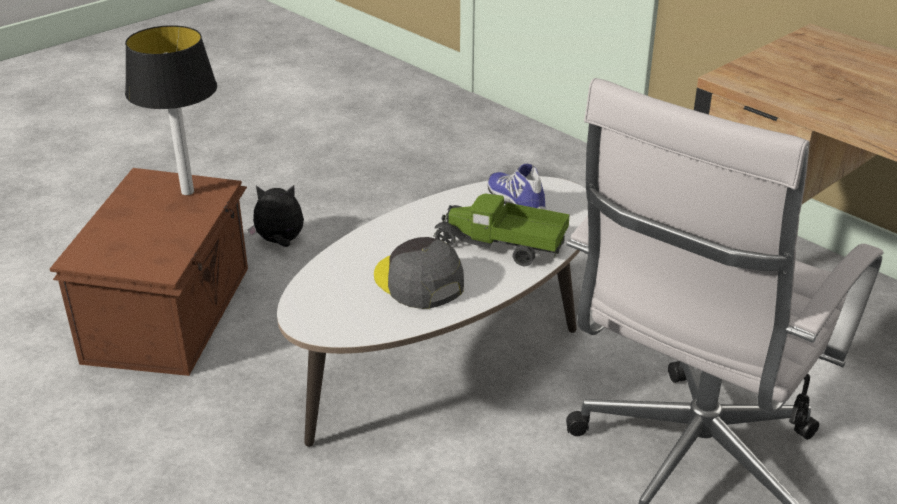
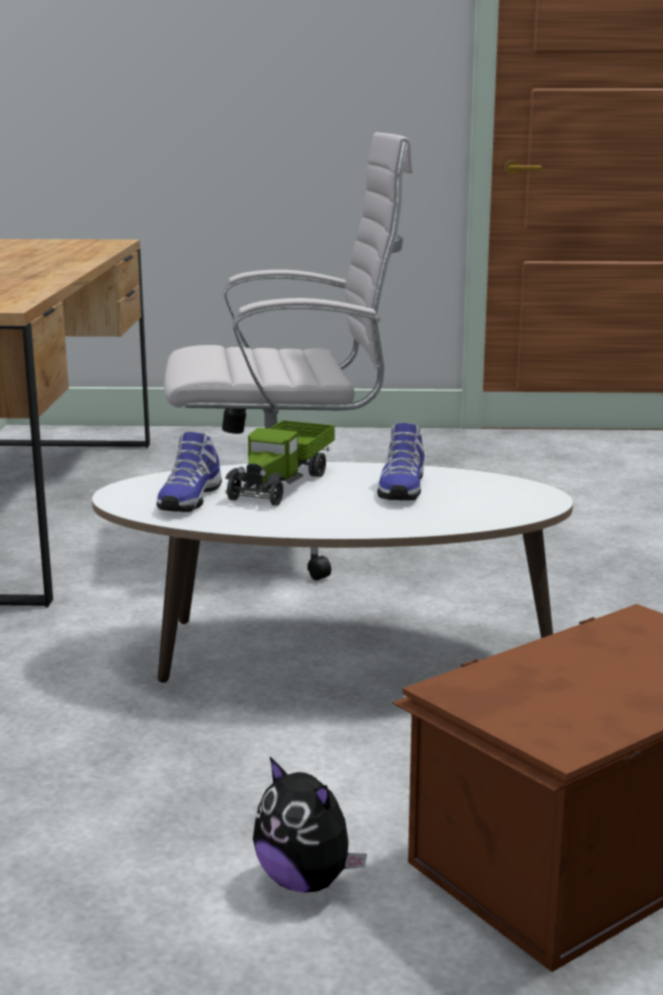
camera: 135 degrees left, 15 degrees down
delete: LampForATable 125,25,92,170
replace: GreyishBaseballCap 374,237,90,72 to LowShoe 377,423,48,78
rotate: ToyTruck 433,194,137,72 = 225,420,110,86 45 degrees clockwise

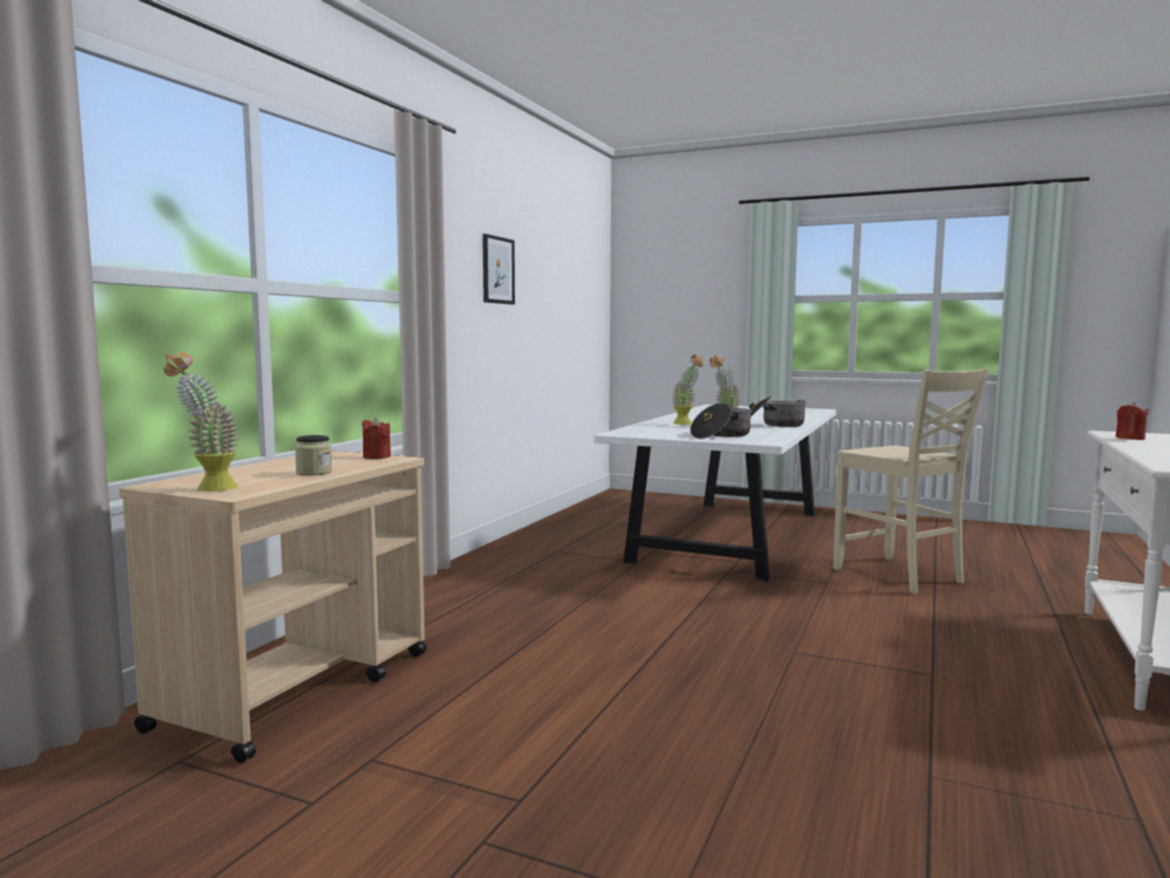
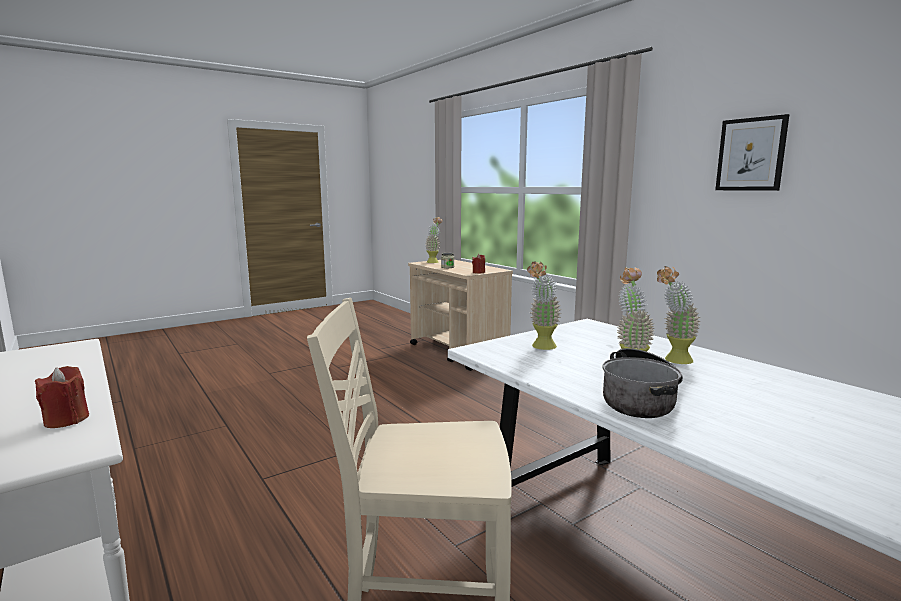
camera: 120 degrees right, 5 degrees up
replace: Saucepot 690,403,62,36 to PottedPlant 527,261,35,89

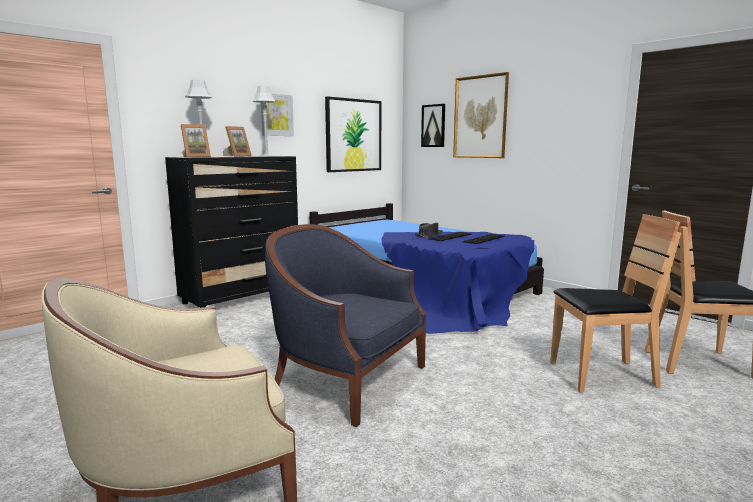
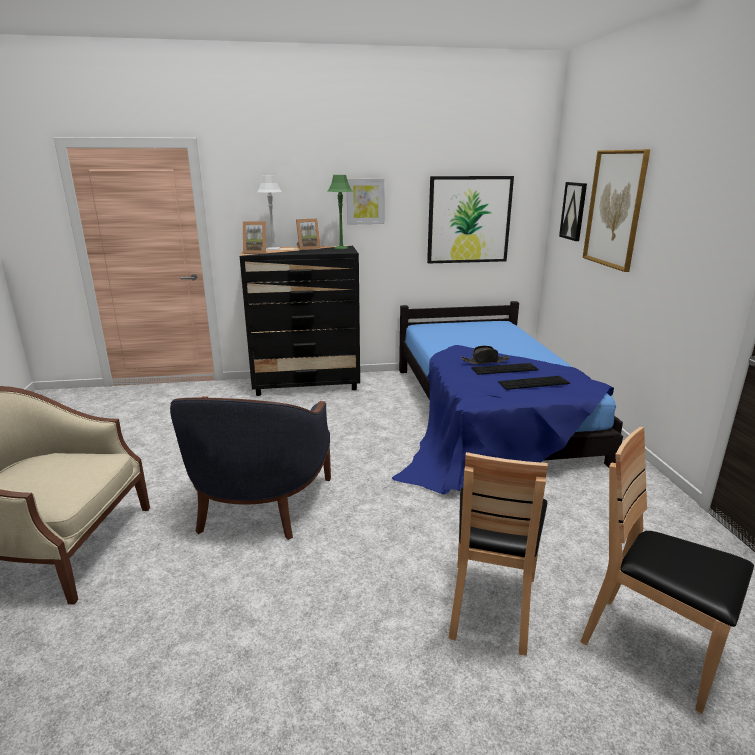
camera: 35 degrees right, 10 degrees up
recolor: GreyishLampForATable 252,86,24,70 to GreenLampForATable 328,175,24,74
rotate: BlueColouredArmchair 265,224,161,203 = 170,396,161,144 150 degrees counterclockwise; BrownishUprightChair 550,214,131,179 = 448,452,100,204 75 degrees clockwise

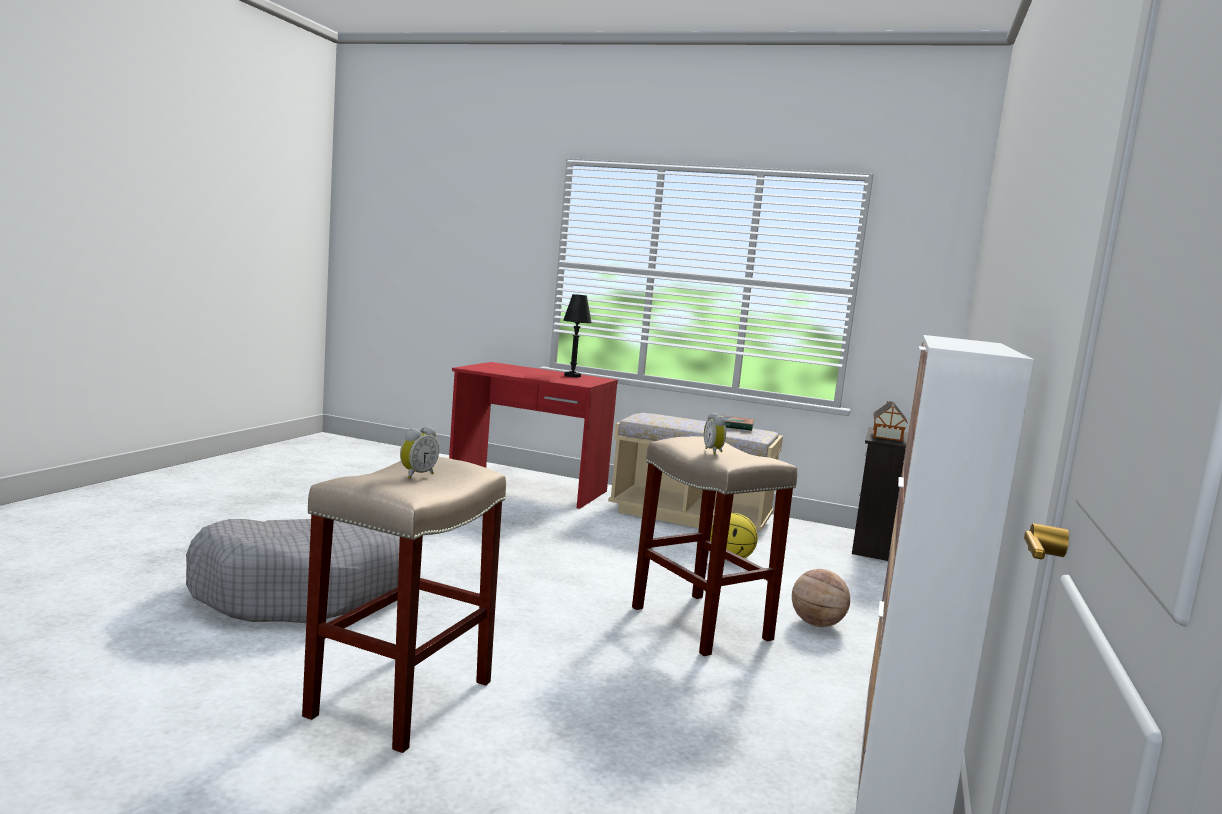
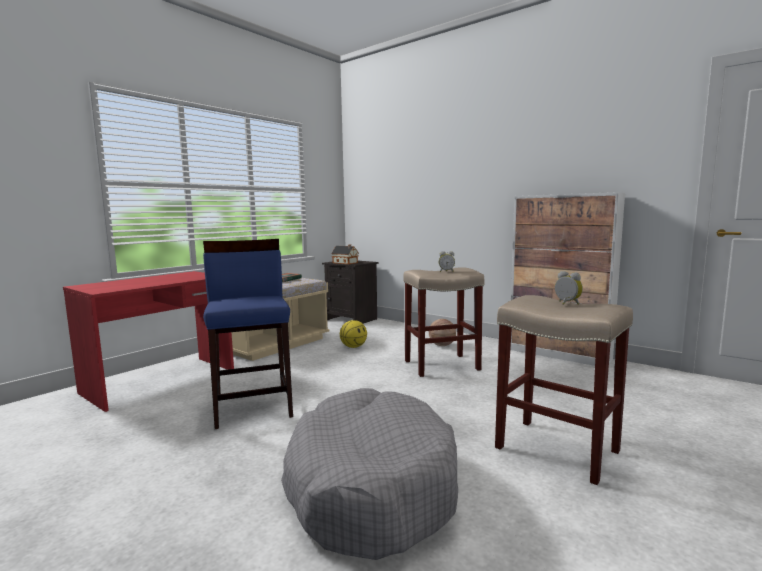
camera: 70 degrees left, 0 degrees up
delete: BlackishLampForATable 563,294,29,83
insert: BlueColouredStoolSeat 203,239,90,190

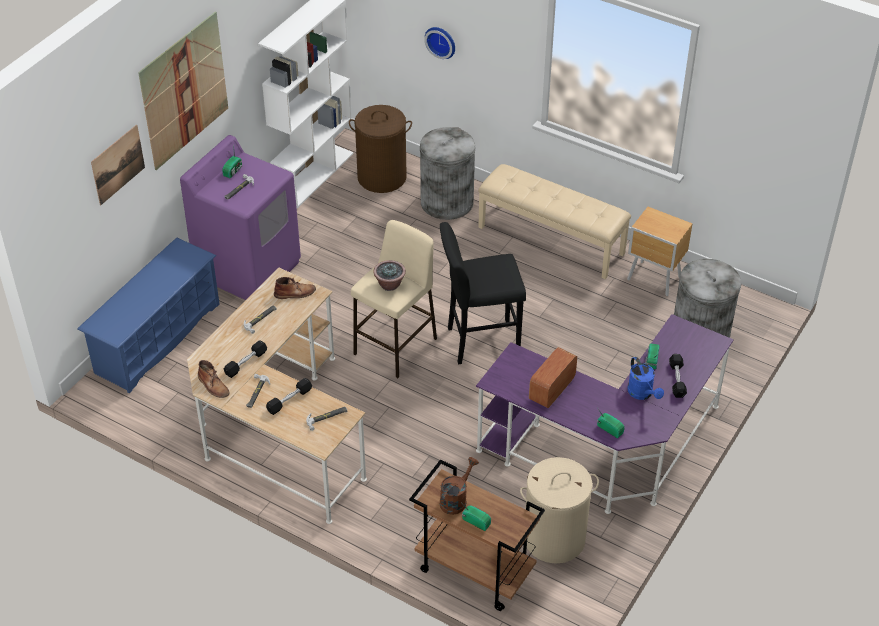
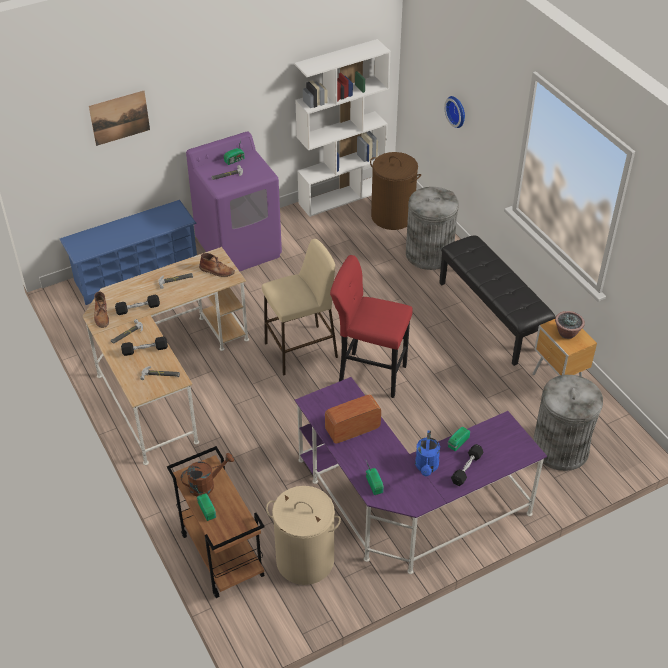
camera: 30 degrees right, 0 degrees up
delete: Picture 138,11,90,159
move: PottedPlant 374,260,32,31 to 555,311,30,28
recolor: BlackishStoolSeat 440,222,86,143 to RedColouredStoolSeat 330,255,83,143; BeigeColouredLongSeat 478,164,153,115 to BlackishLongSeat 439,235,117,131

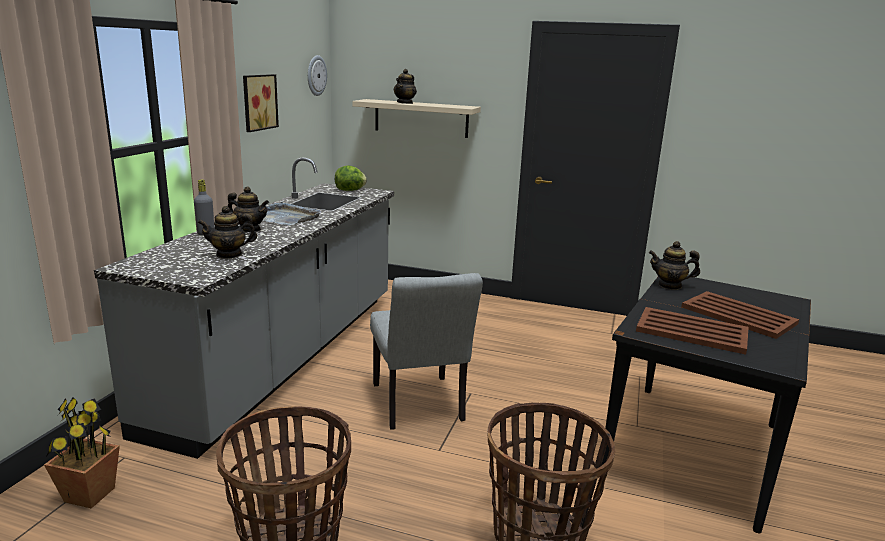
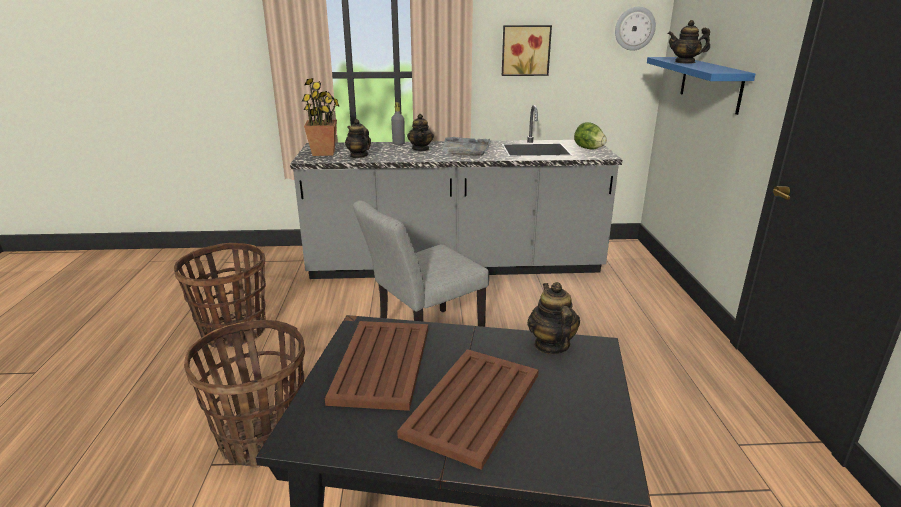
camera: 70 degrees right, 5 degrees up
move: PottedPlant 44,397,76,112 to 302,78,38,78
recolor: BeigeColouredBracketShelf 352,99,129,39 to BlueColouredBracketShelf 647,57,109,58

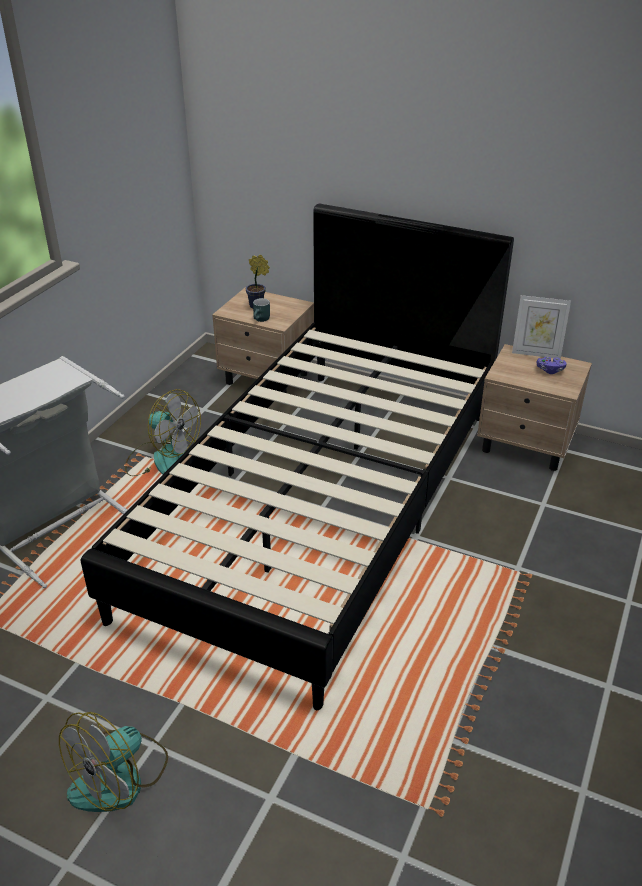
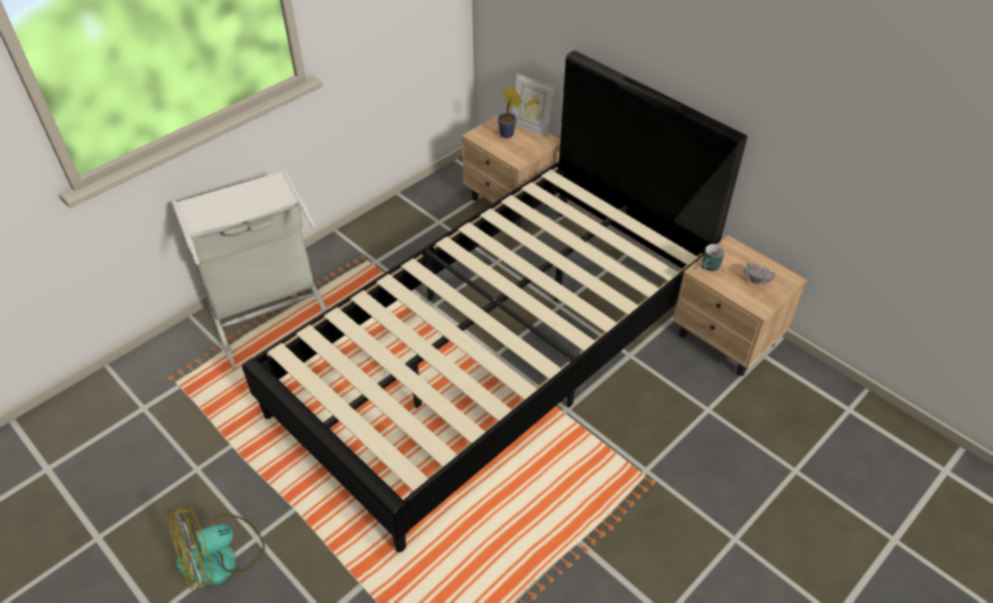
camera: 20 degrees right, 10 degrees up
delete: ElectricFan 125,389,76,87
move: TurquoiseCoffeeMug 253,298,17,24 to 702,244,23,27; PhotoFrame 512,295,59,64 to 513,74,42,64
recolor: PurpleColouredGameController 537,357,30,17 to GreyishGameController 744,263,31,21

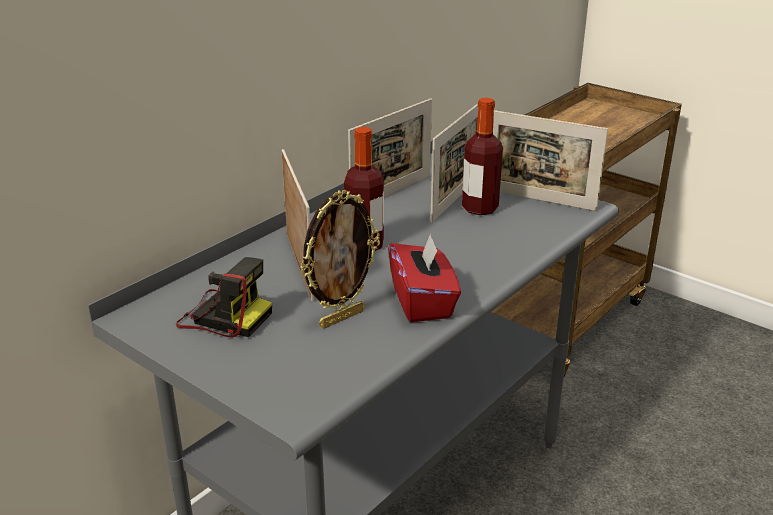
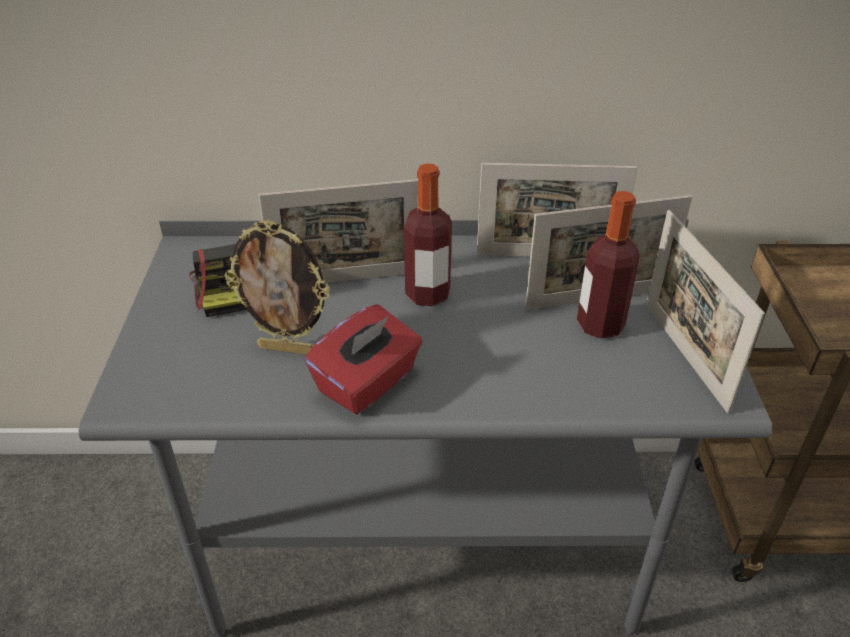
camera: 50 degrees right, 10 degrees up
rotate: PhotoFrame 282,149,32,152 = 259,179,159,104 45 degrees clockwise

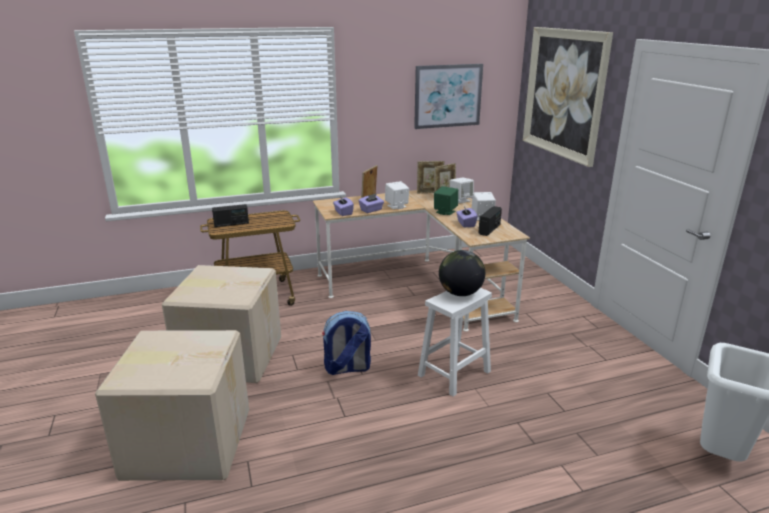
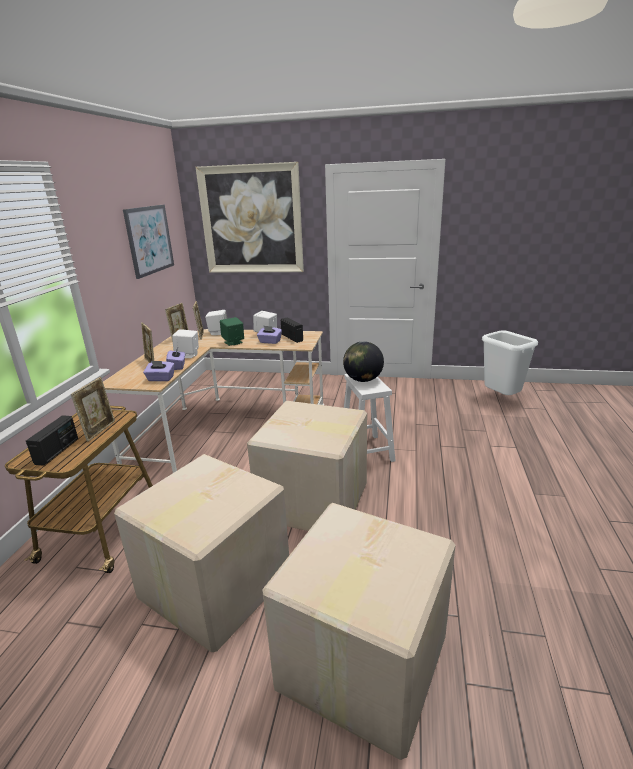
camera: 60 degrees left, 0 degrees up
insert: PhotoFrame 71,377,44,65
replace: Knapsack 322,311,49,64 to PackingBox 247,401,120,130

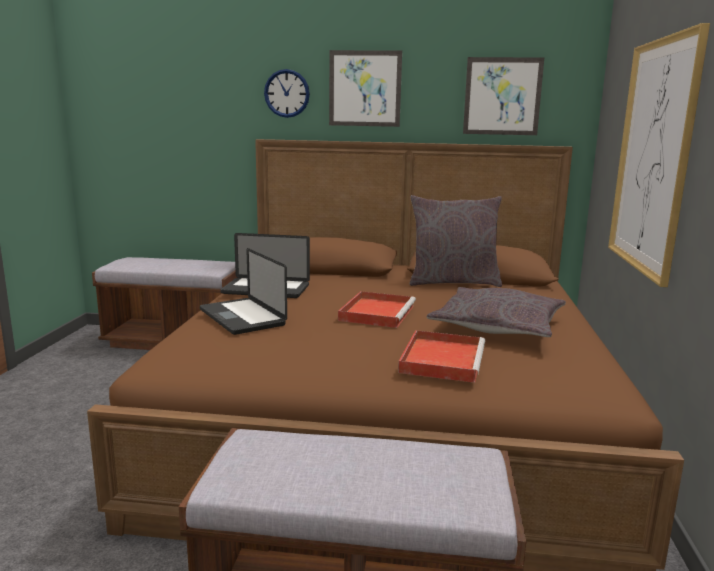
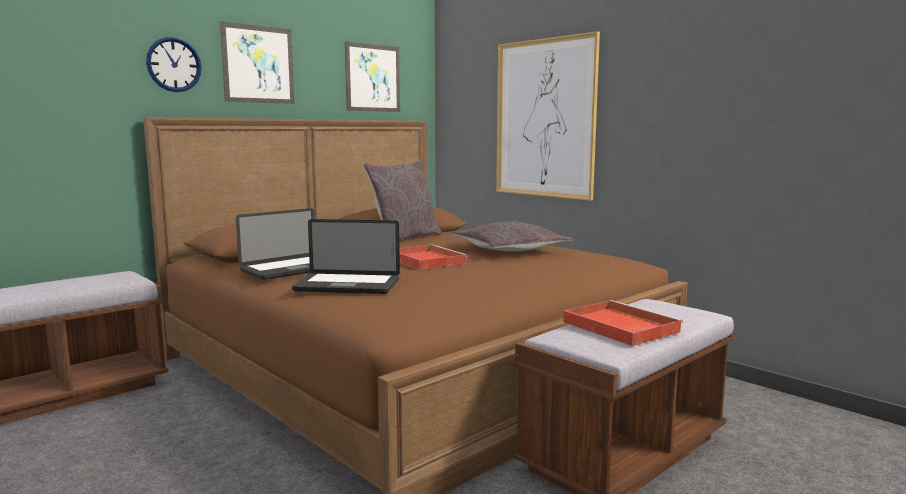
camera: 50 degrees left, 5 degrees down
move: RedColouredServingTray 398,330,87,53 to 563,300,120,46

